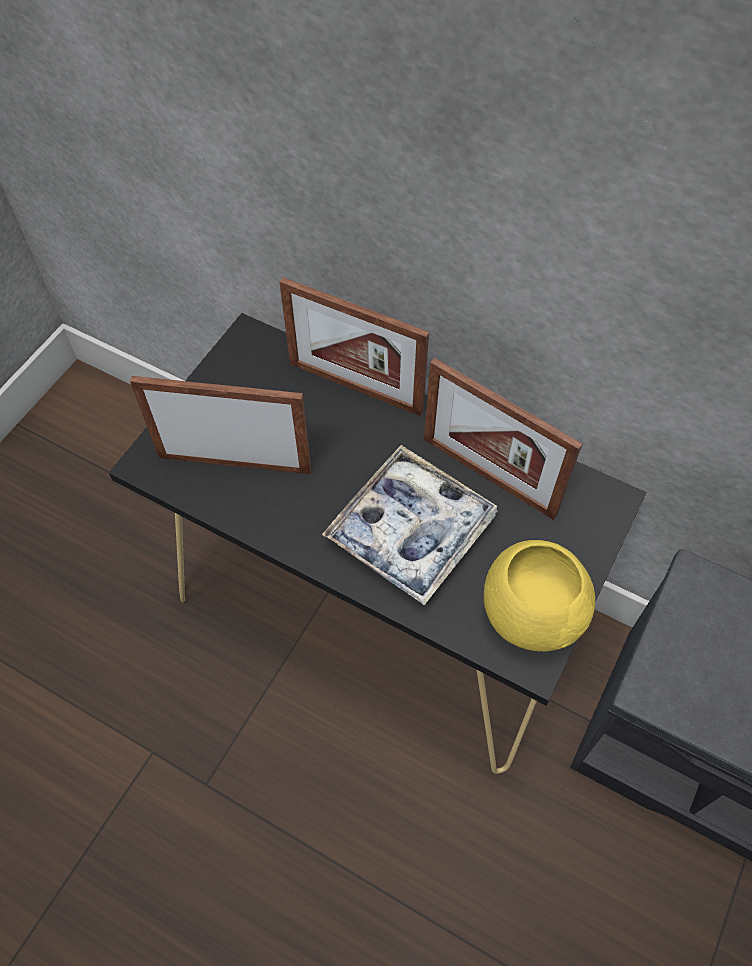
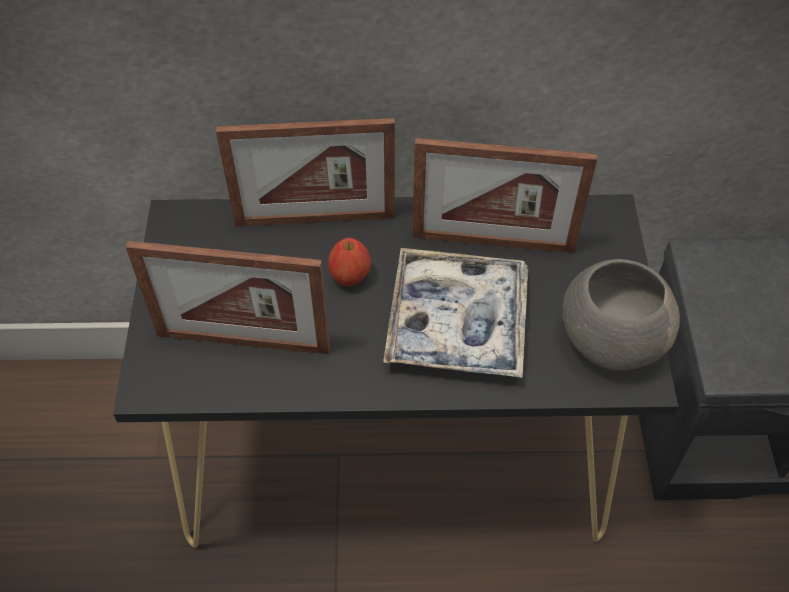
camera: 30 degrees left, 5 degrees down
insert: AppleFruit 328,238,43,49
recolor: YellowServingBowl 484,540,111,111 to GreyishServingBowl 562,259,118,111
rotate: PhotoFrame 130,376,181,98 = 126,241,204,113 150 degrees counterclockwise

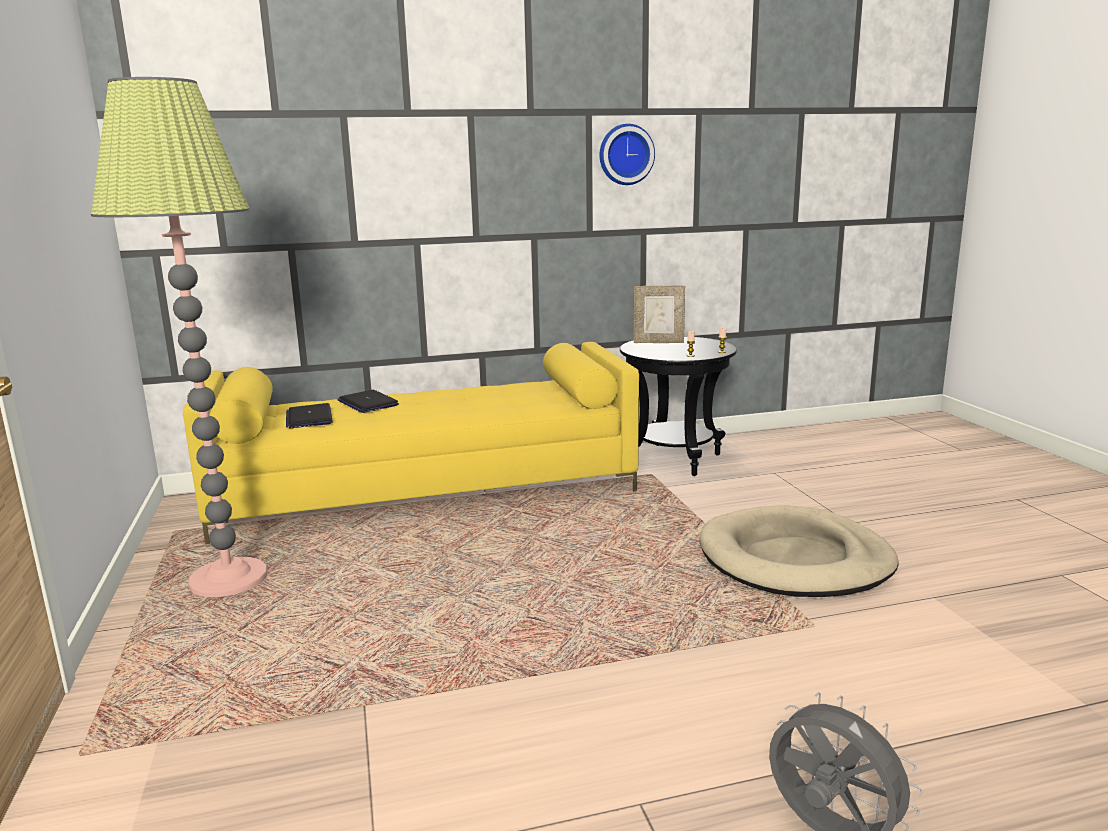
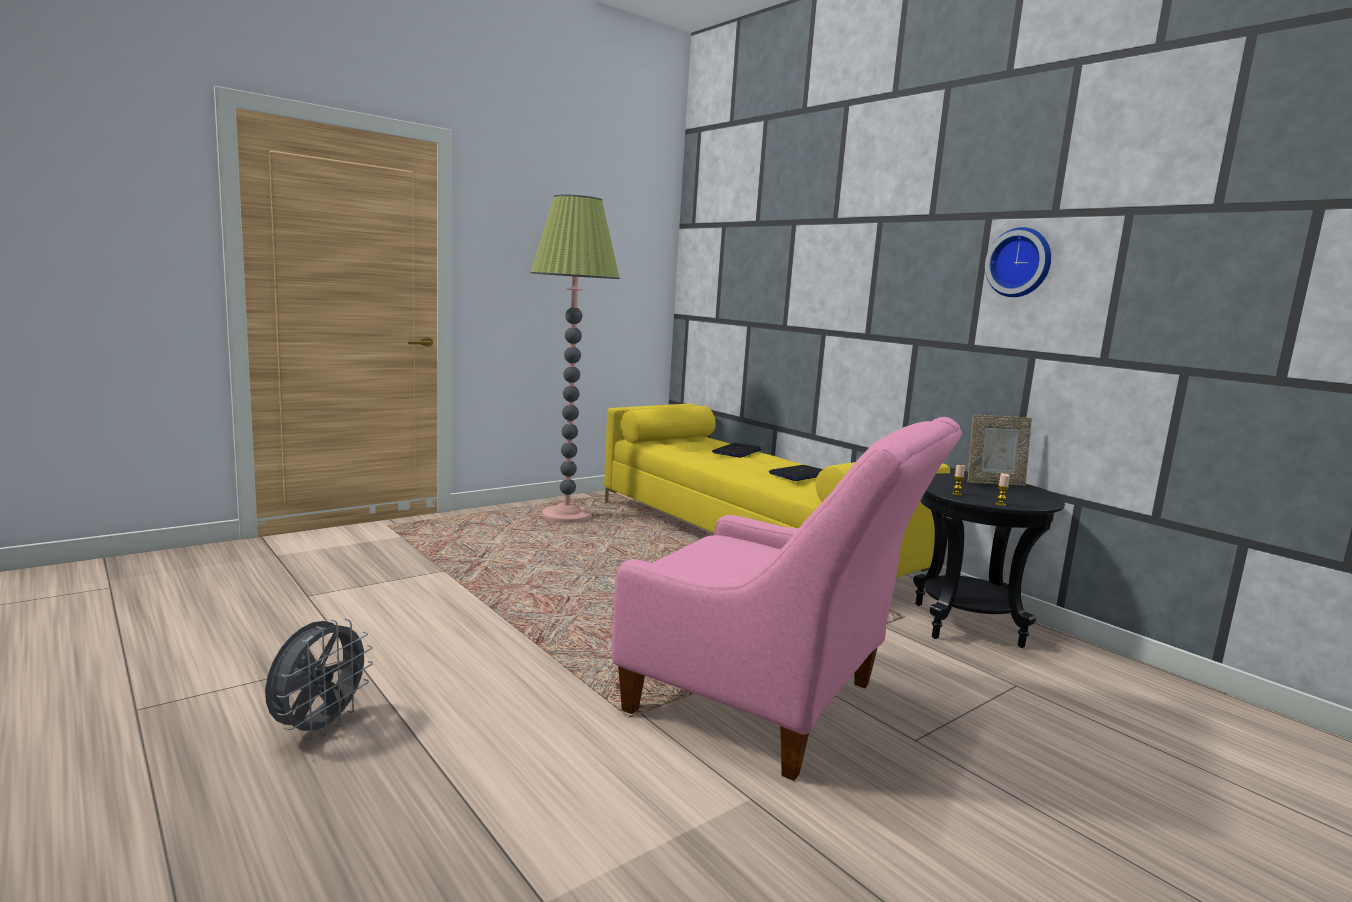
camera: 65 degrees right, 5 degrees down
move: PortableComputer 286,403,47,25 to 769,465,54,16
replace: BeigeColouredDogBed 699,505,200,92 to PinkColouredArmchair 612,417,350,364
rotate: PhotoFrame 634,286,51,57 = 968,415,64,71 75 degrees counterclockwise

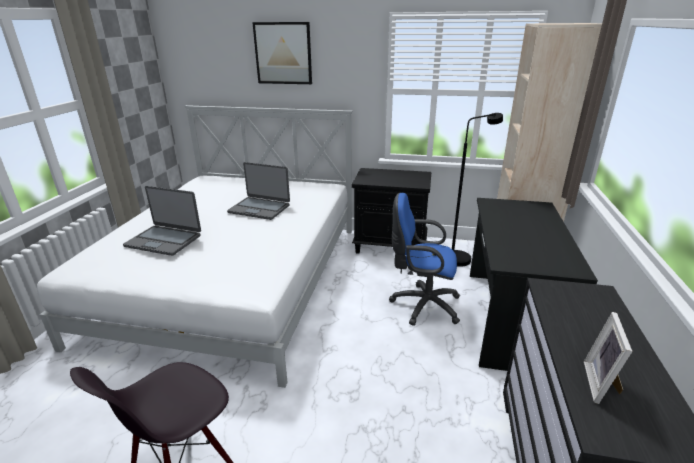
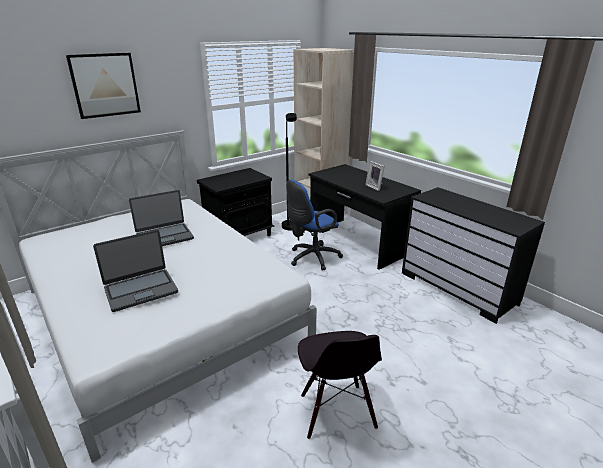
camera: 50 degrees left, 0 degrees up
move: PhotoFrame 584,312,48,92 to 365,161,20,30

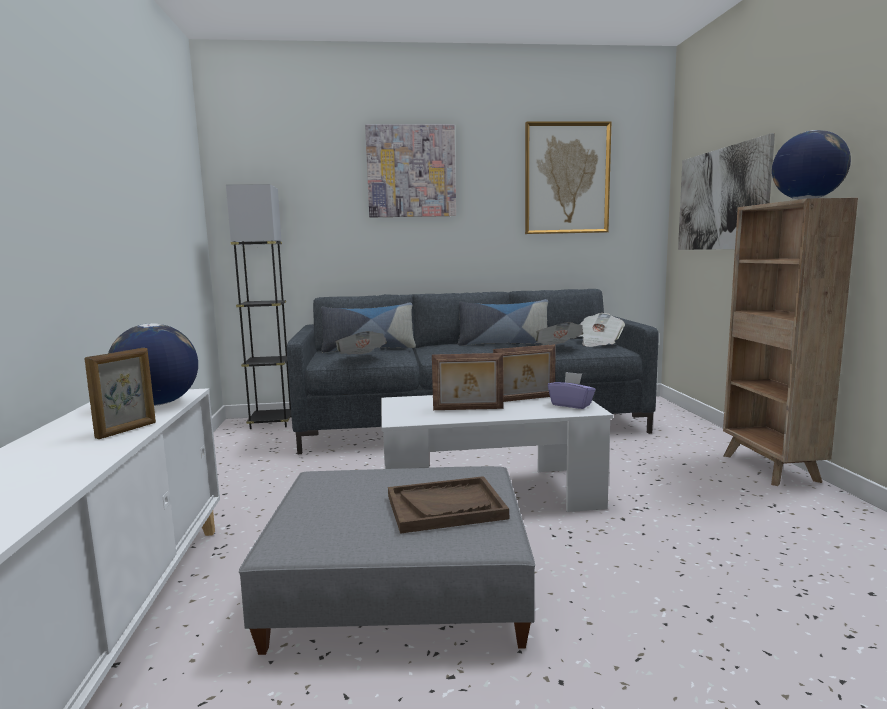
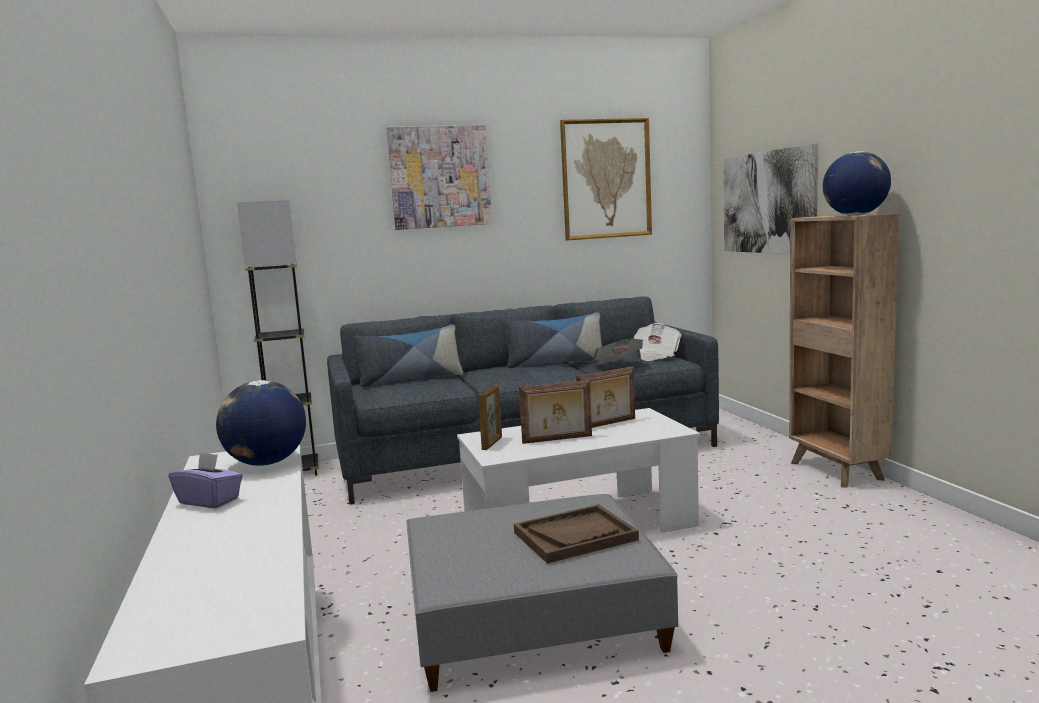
camera: 10 degrees left, 0 degrees up
delete: PrintedPaper 336,331,51,23
move: PhotoFrame 85,348,71,91 to 478,385,24,65; PurpleColouredTissueBox 548,372,48,37 to 169,452,74,56

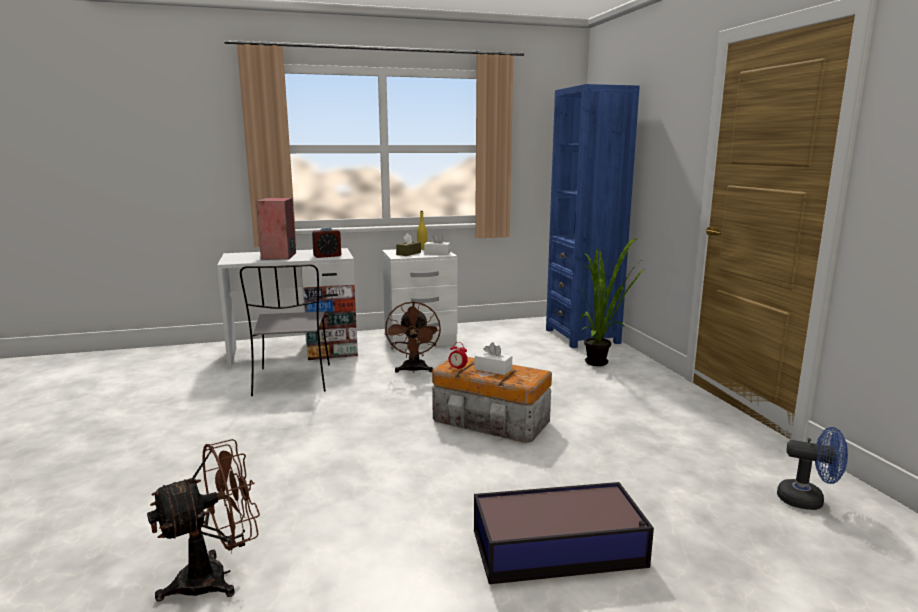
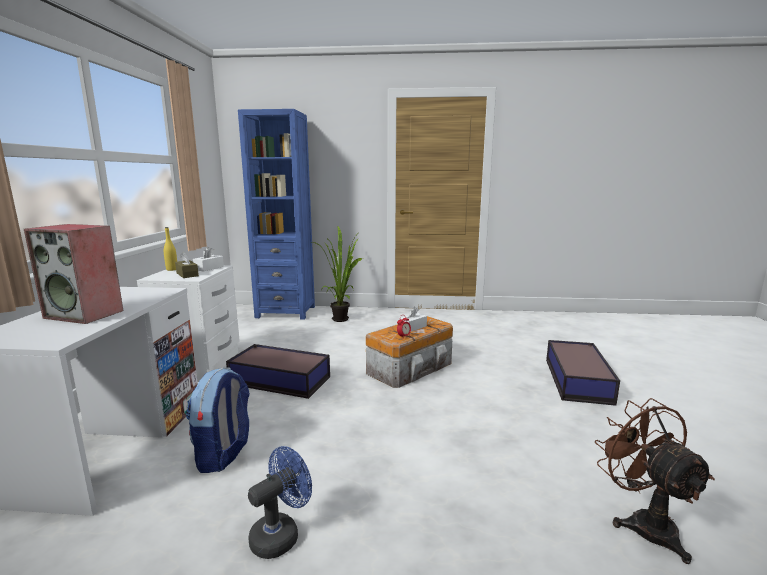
camera: 70 degrees left, 0 degrees up
delete: TableClock 312,227,29,31
move: BlueColouredElectricFan 777,427,71,83 to 248,446,64,113
replace: GreyishUprightChair 240,264,90,132 to Knapsack 186,368,64,105; BrownishElectricFan 385,301,56,72 to StorageBin 226,344,104,55

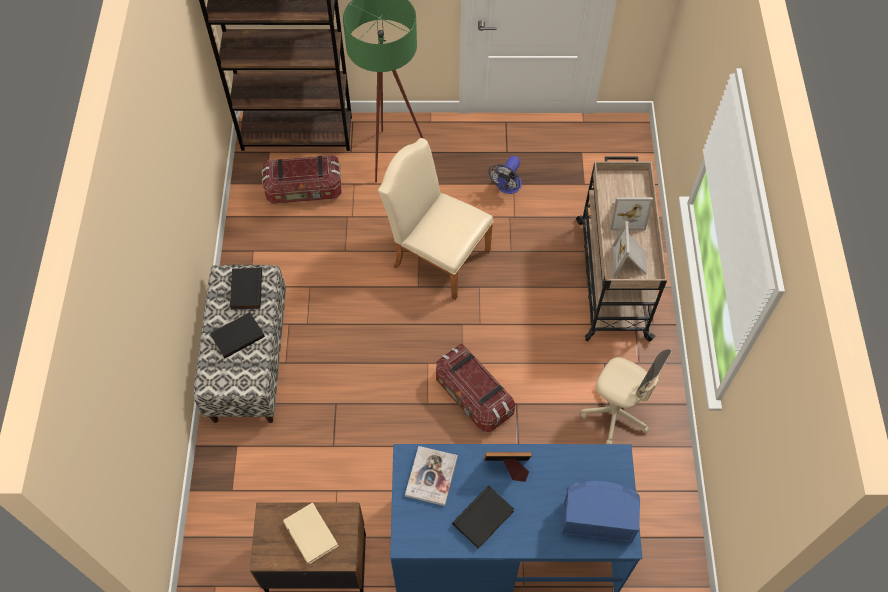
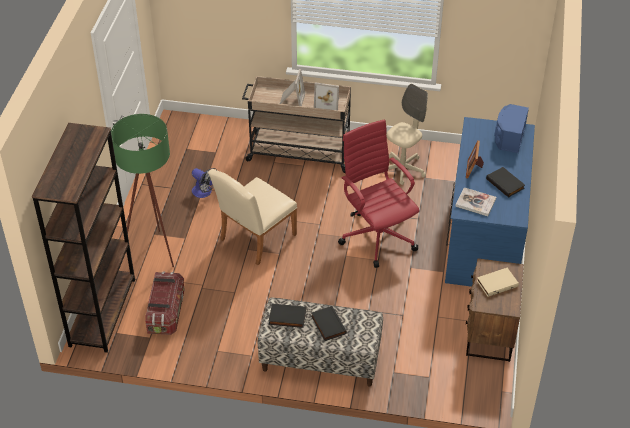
camera: 80 degrees left, 15 degrees down
replace: StorageBin 436,344,79,88 to RedColouredDeskChair 338,119,82,149

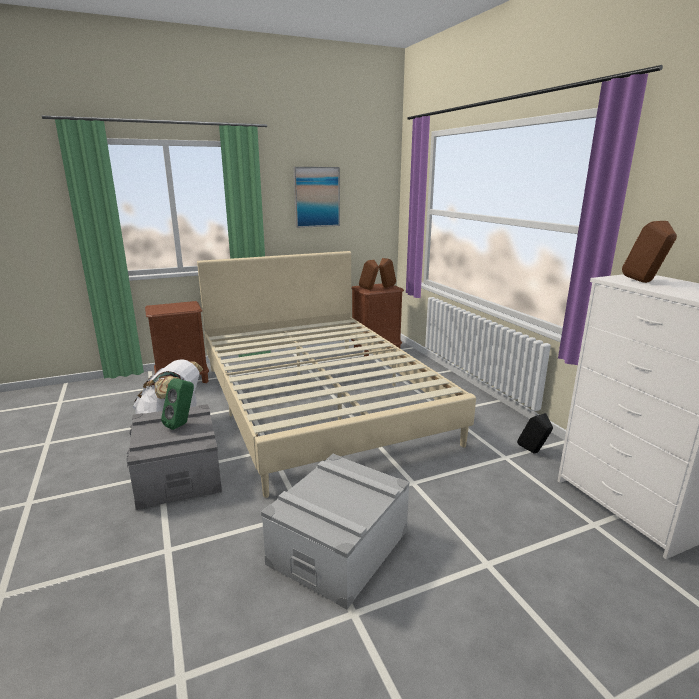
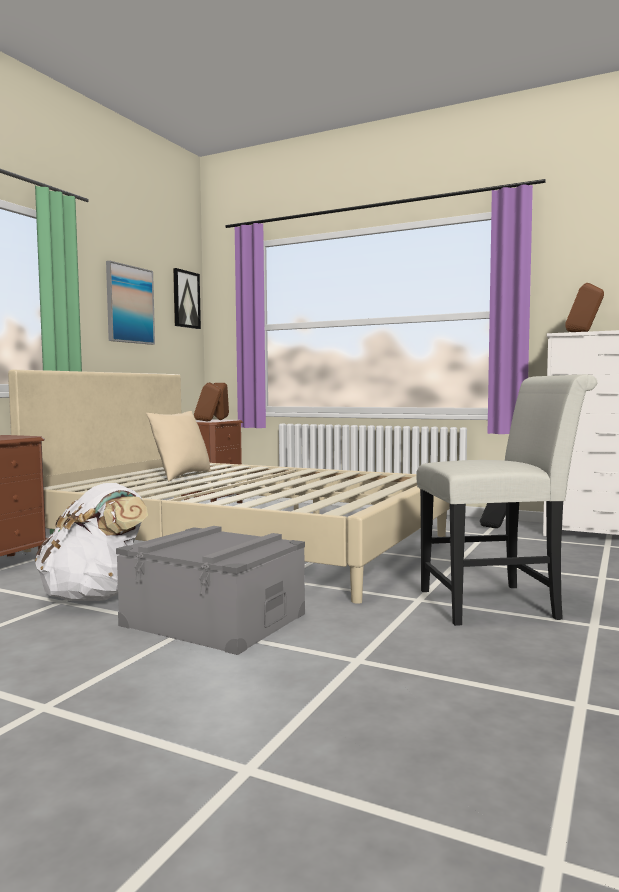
camera: 40 degrees left, 15 degrees down
delete: GreenAudioSpeaker 161,378,33,52
insert: BeigeColouredPillow 146,411,65,70; Picture 173,268,28,61
replace: GreyishStorageBin 261,454,148,156 to WhiteColouredUprightChair 416,374,181,252

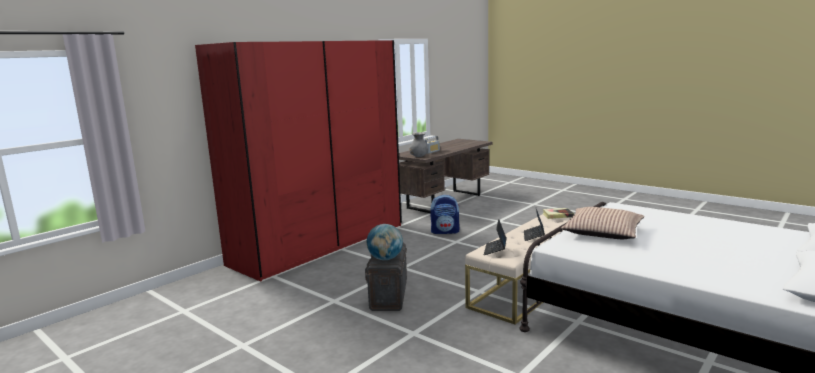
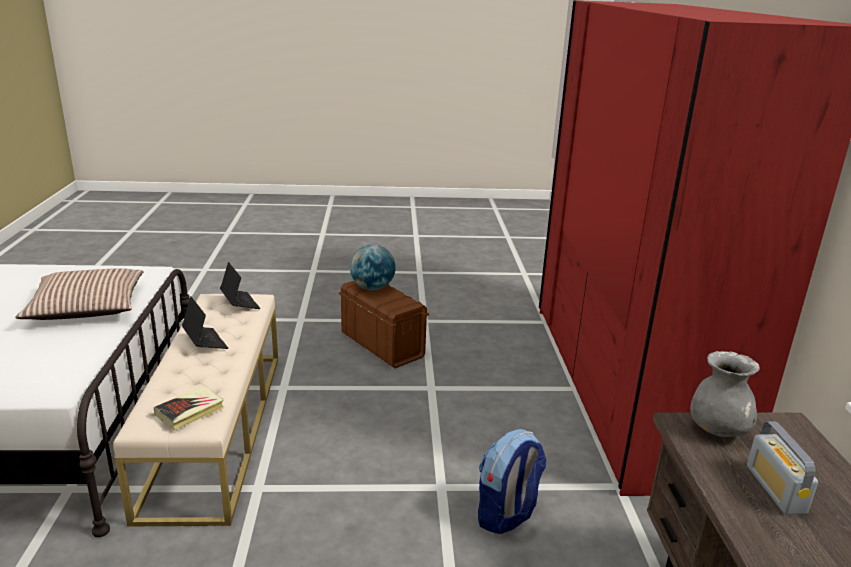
camera: 135 degrees right, 10 degrees up
recolor: GreyishStorageBin 365,243,42,68 to BrownishStorageBin 339,281,90,87

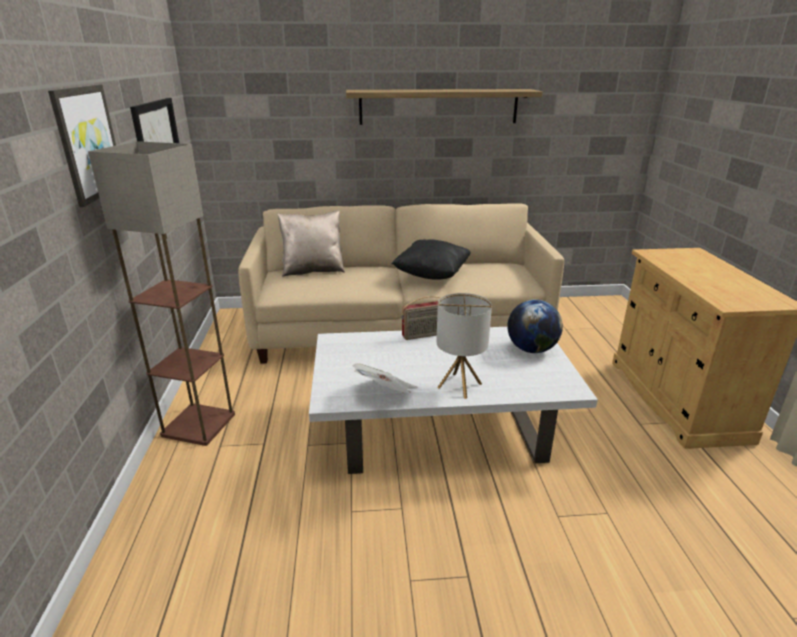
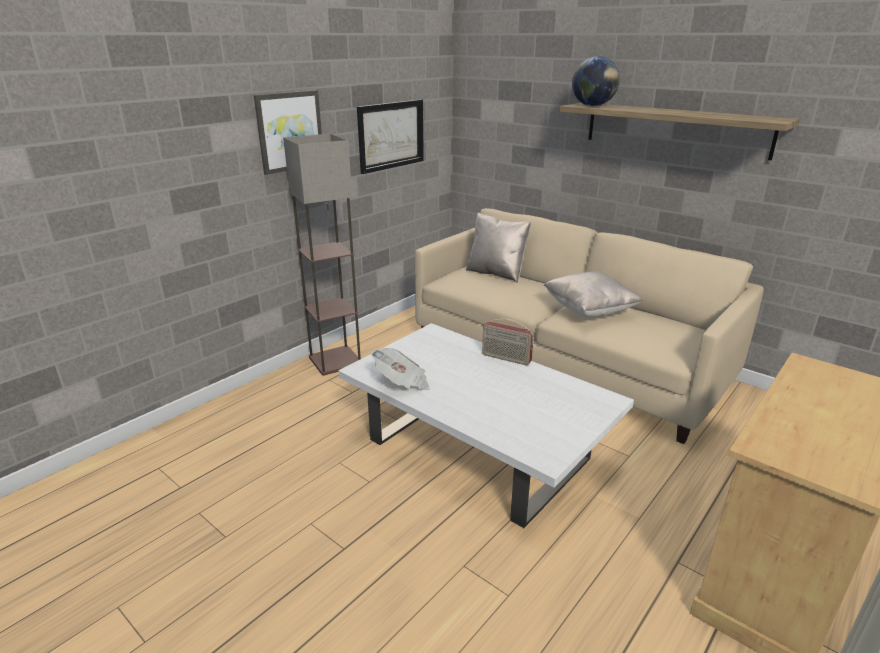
camera: 45 degrees right, 0 degrees up
delete: LampForATable 436,293,56,106
move: WorldGlobe 507,300,56,53 to 572,56,48,50
recolor: BlackishPillow 391,240,80,40 to BeigeColouredPillow 544,271,98,46

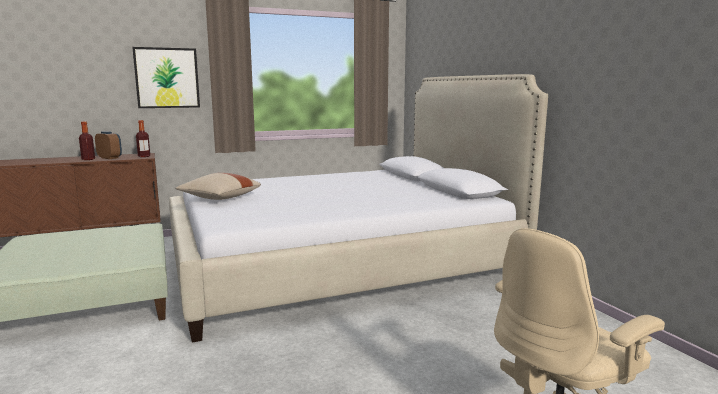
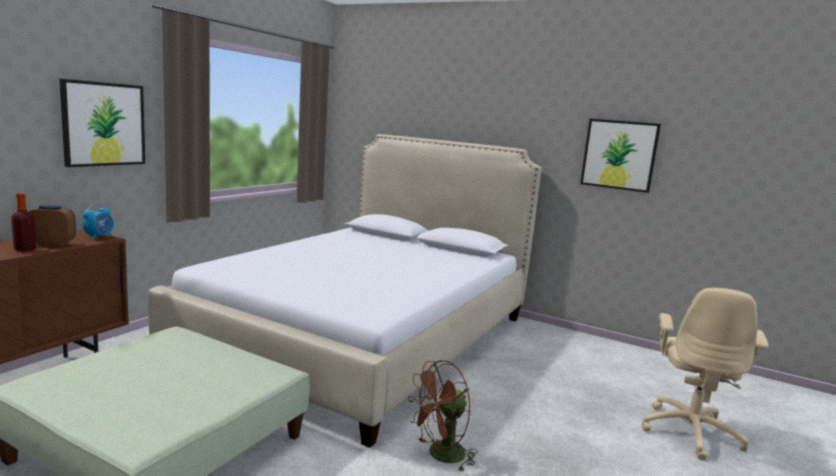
camera: 40 degrees left, 0 degrees up
delete: BeigeColouredPillow 175,173,86,27
insert: BrownishElectricFan 408,360,70,112; Picture 580,119,81,74
replace: BeverageBottle 136,120,14,37 to TableClock 82,203,32,37

